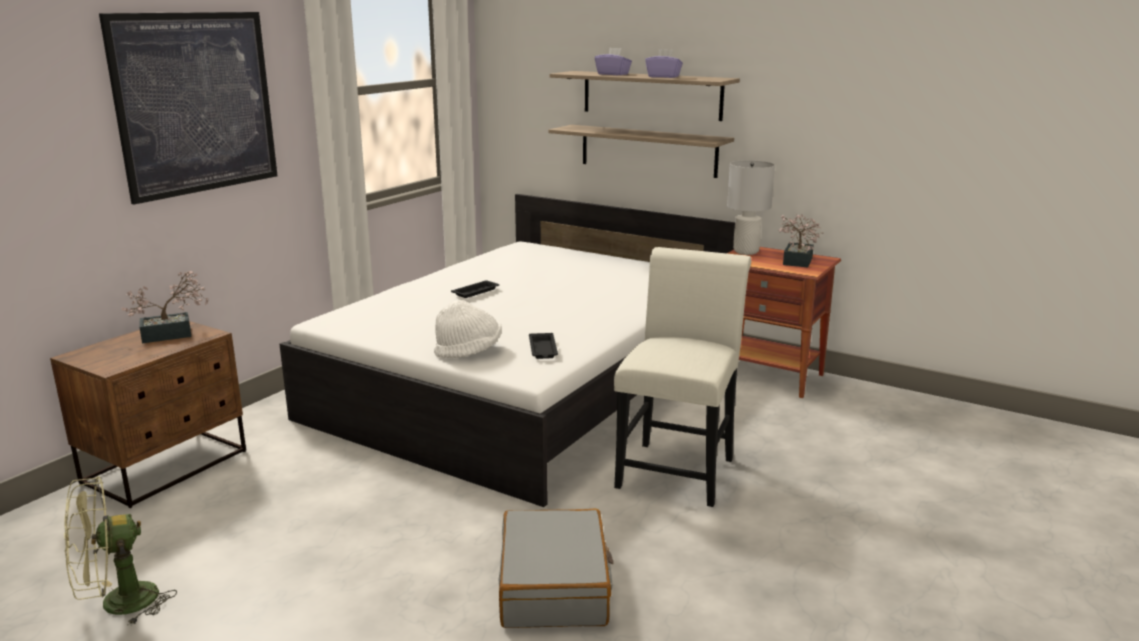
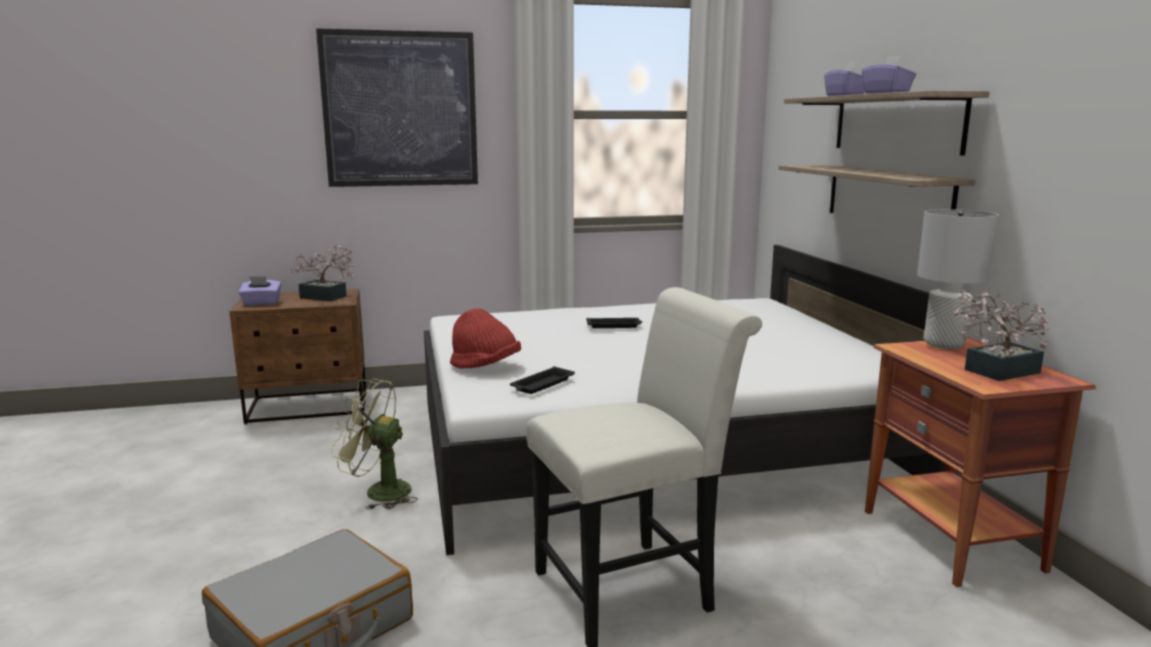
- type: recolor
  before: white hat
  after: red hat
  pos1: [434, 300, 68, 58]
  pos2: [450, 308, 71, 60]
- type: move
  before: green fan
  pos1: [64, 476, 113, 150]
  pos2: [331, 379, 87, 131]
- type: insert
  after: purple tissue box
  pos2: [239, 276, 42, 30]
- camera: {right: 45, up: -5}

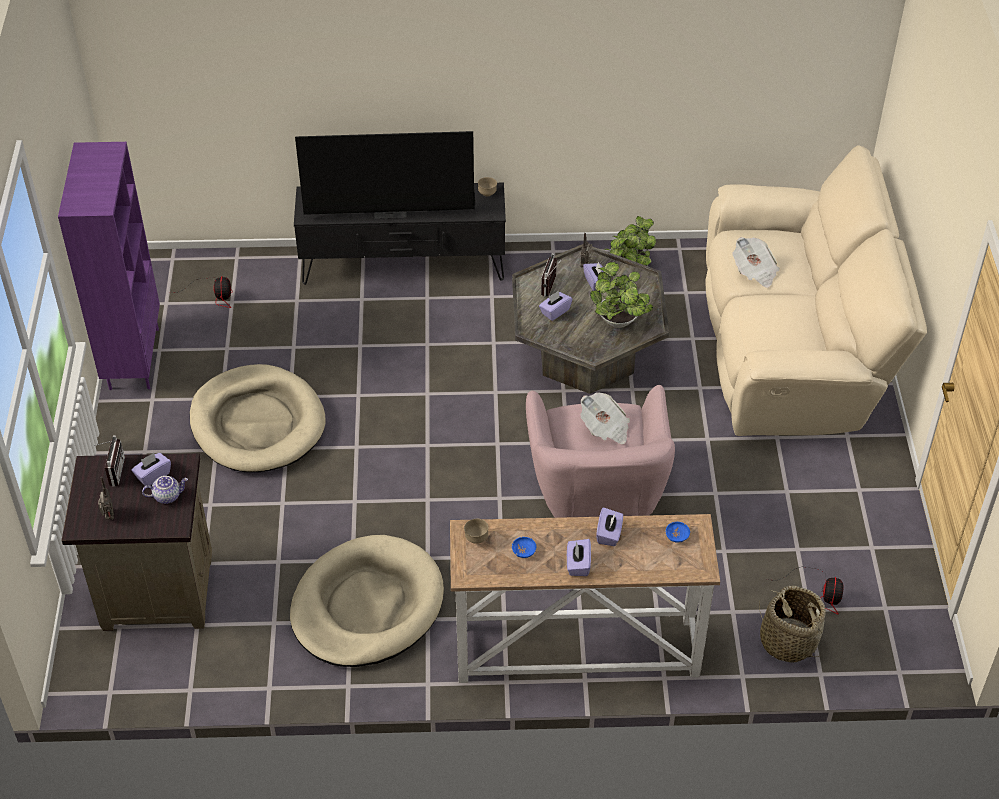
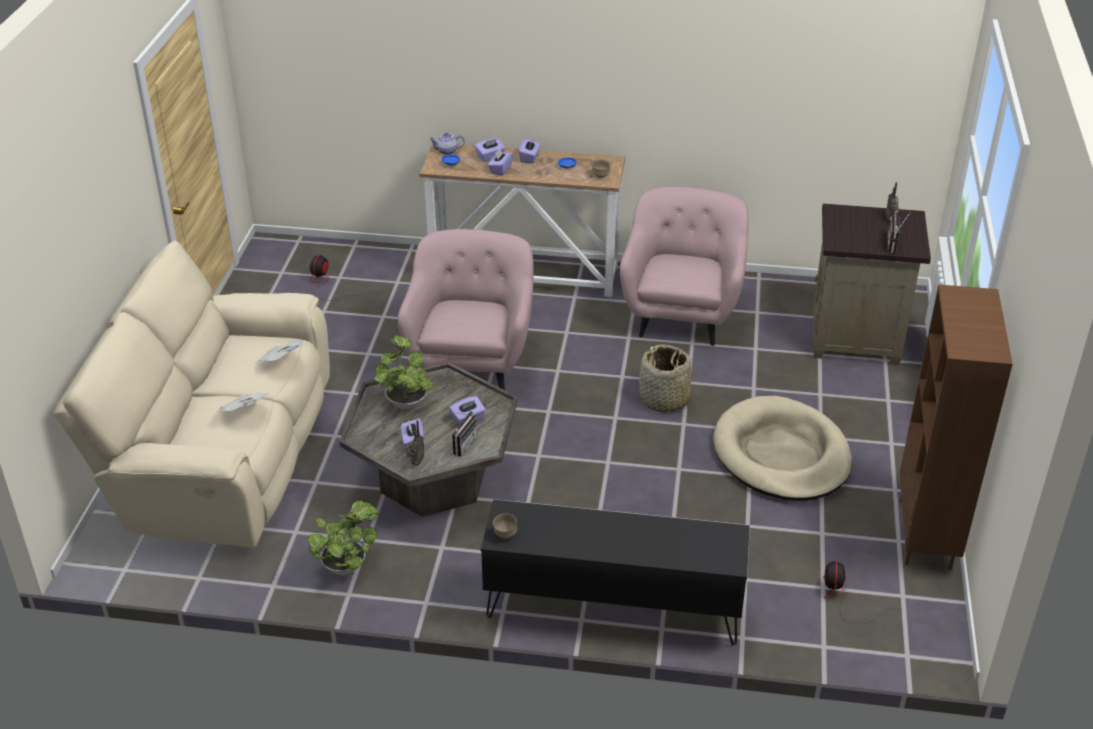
- type: delete
  before: television
  pos1: [295, 131, 180, 88]
- type: recolor
  before: purple bookcase
  after: brown bookcase
  pos1: [58, 142, 102, 248]
  pos2: [900, 285, 113, 285]
- type: move
  before: newspaper
  pos1: [580, 392, 50, 52]
  pos2: [256, 340, 49, 22]
- type: move
  before: purple tissue box
  pos1: [132, 453, 39, 33]
  pos2: [475, 138, 30, 24]
- type: move
  before: teapot
  pos1: [142, 476, 46, 28]
  pos2: [429, 132, 36, 23]
- type: replace
  before: beige dog bed
  after: pink armchair
  pos1: [290, 535, 154, 132]
  pos2: [620, 186, 129, 160]
- type: move
  before: basket
  pos1: [759, 586, 67, 77]
  pos2: [639, 344, 52, 68]
- camera: {right: -170, up: -10}

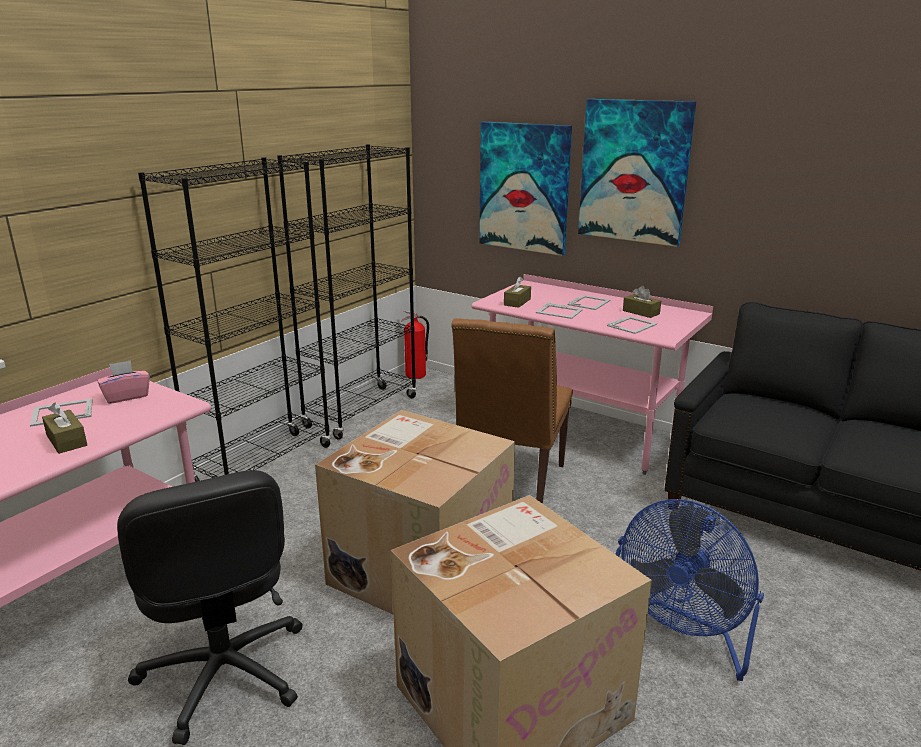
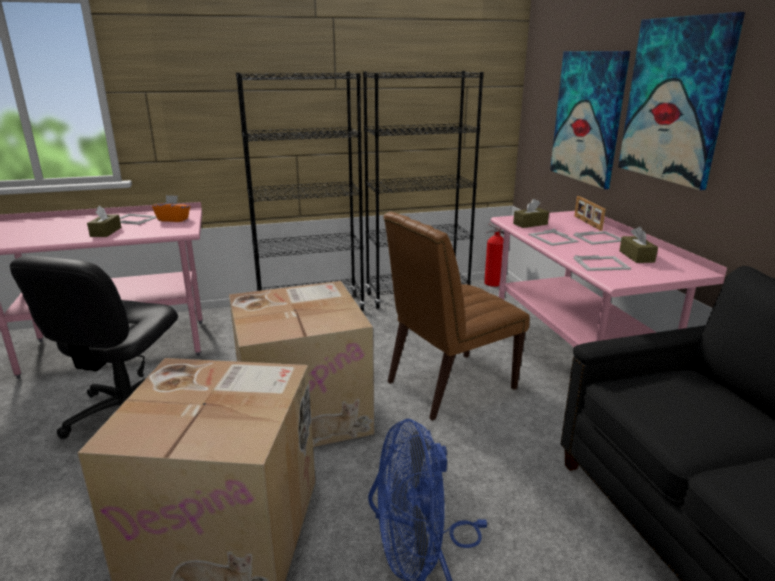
- type: recolor
  before: pink tissue box
  after: orange tissue box
  pos1: [98, 360, 52, 44]
  pos2: [152, 195, 38, 27]
- type: insert
  after: picture frame
  pos2: [574, 196, 32, 35]
- camera: {right: 40, up: 0}

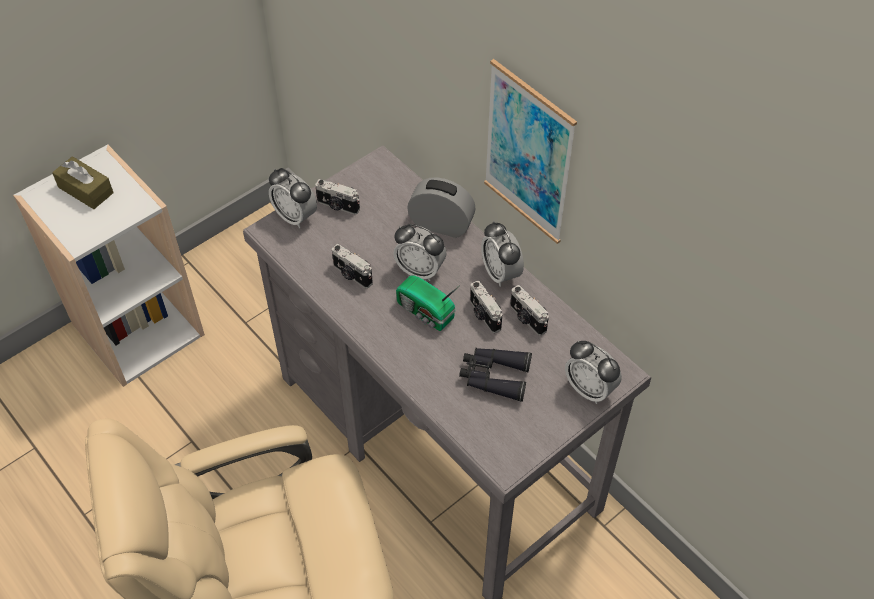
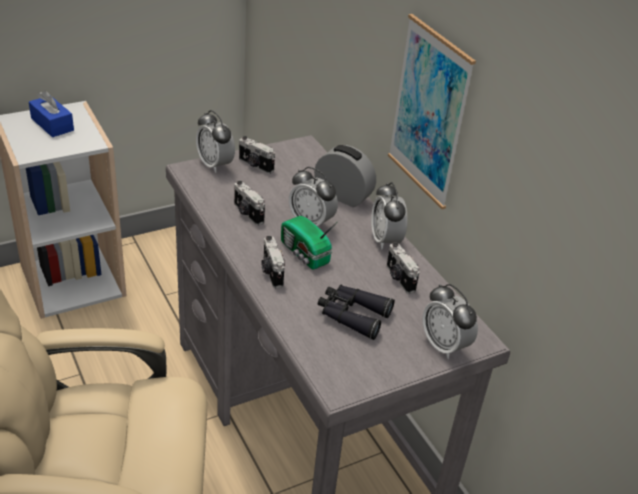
- type: recolor
  before: brown tissue box
  after: blue tissue box
  pos1: [52, 156, 62, 53]
  pos2: [29, 90, 45, 47]
- type: move
  before: photo camera
  pos1: [470, 281, 32, 52]
  pos2: [262, 236, 23, 52]
- camera: {right: 10, up: -15}

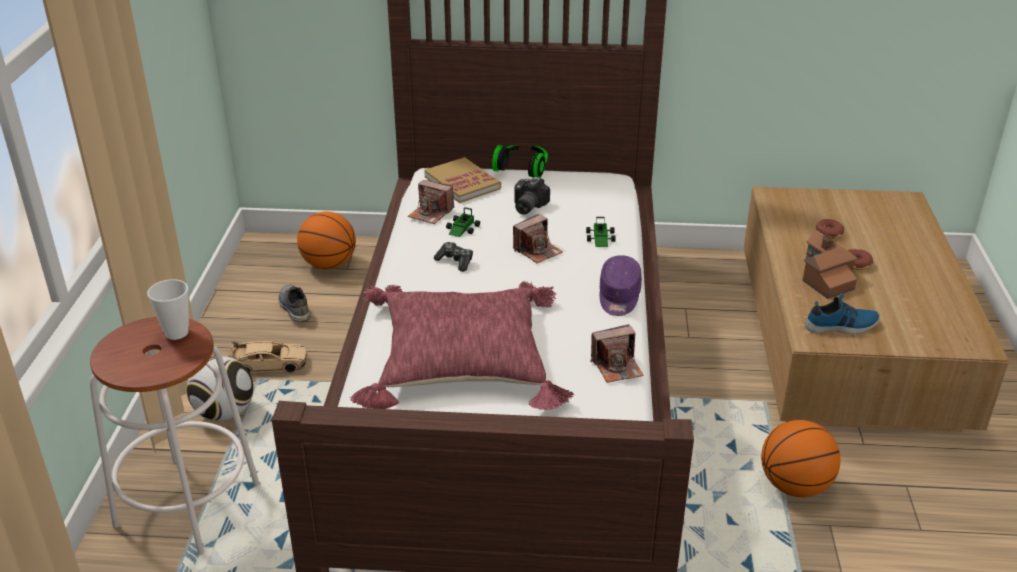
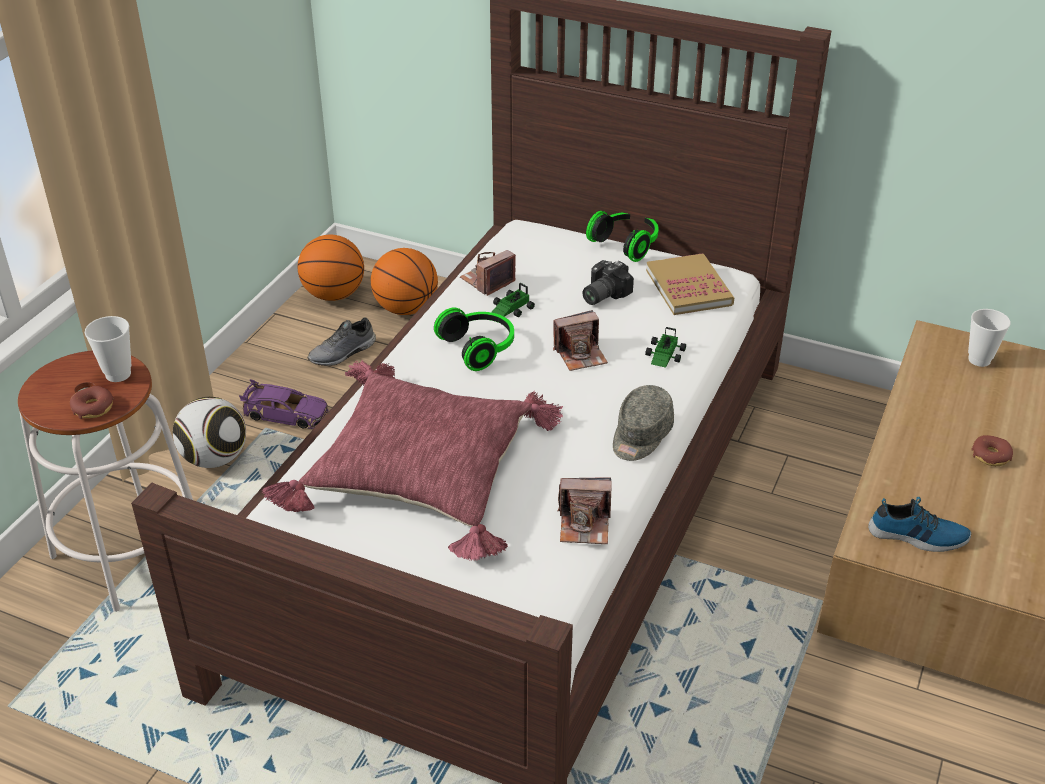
- type: move
  before: book
  pos1: [424, 157, 77, 46]
  pos2: [646, 253, 88, 62]
- type: rotate
  before: photo camera
  pos1: [408, 180, 46, 44]
  pos2: [460, 250, 56, 46]
  turn: 90
- type: move
  before: donut
  pos1: [816, 219, 28, 20]
  pos2: [70, 386, 44, 33]
- type: delete
  before: toy house
  pos1: [802, 230, 55, 69]
- type: replace
  before: game controller
  after: headphones
  pos1: [434, 242, 39, 30]
  pos2: [434, 307, 80, 64]
- type: recolor
  before: purple cap
  after: grey cap
  pos1: [599, 255, 43, 61]
  pos2: [613, 385, 61, 76]
- type: rotate
  before: grey shoe
  pos1: [278, 285, 33, 37]
  pos2: [307, 317, 69, 49]
  turn: -120
- type: recolor
  before: beige toy car
  after: purple toy car
  pos1: [228, 341, 80, 32]
  pos2: [239, 379, 90, 50]
- type: move
  before: basketball
  pos1: [761, 420, 79, 77]
  pos2: [298, 235, 66, 66]
- type: insert
  after: cup
  pos2: [968, 309, 43, 58]
- camera: {right: 20, up: 5}

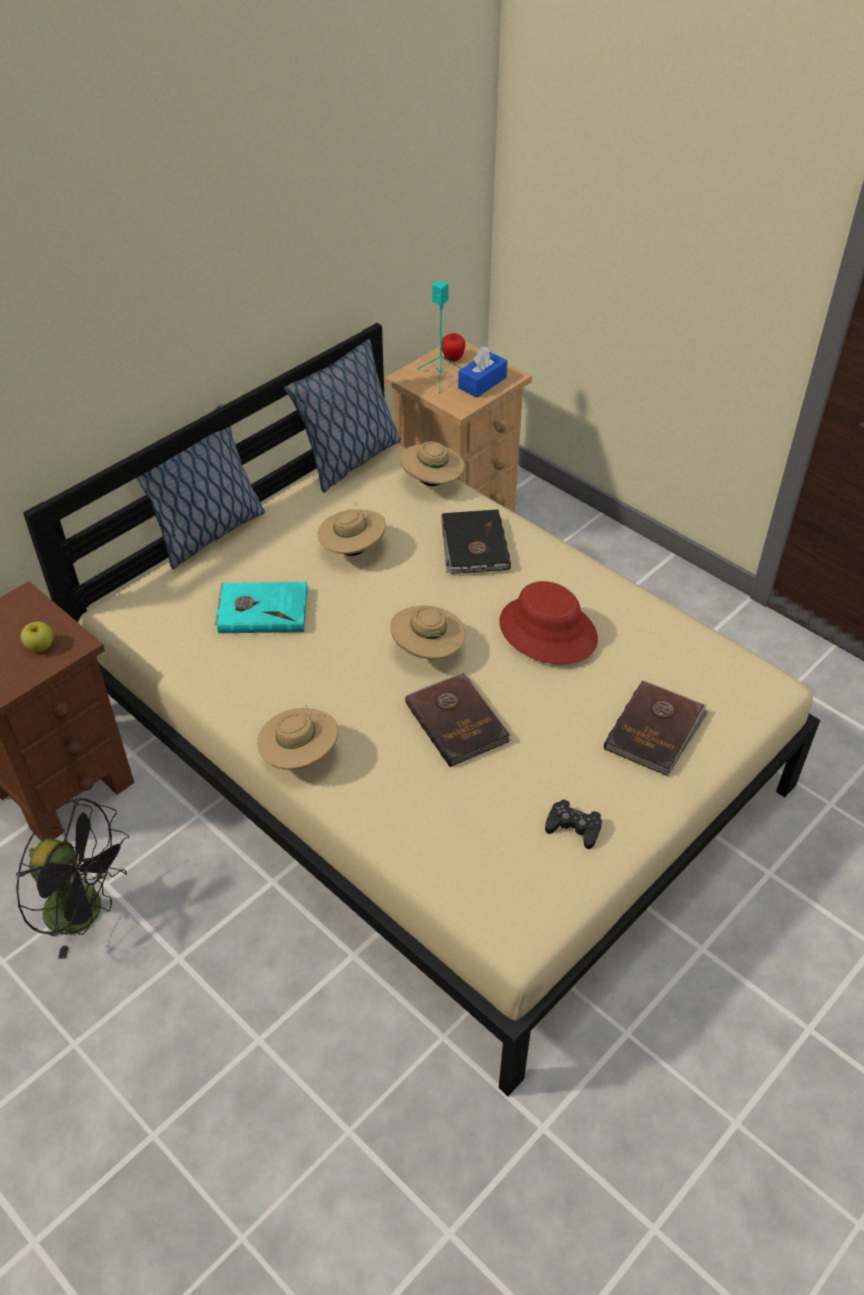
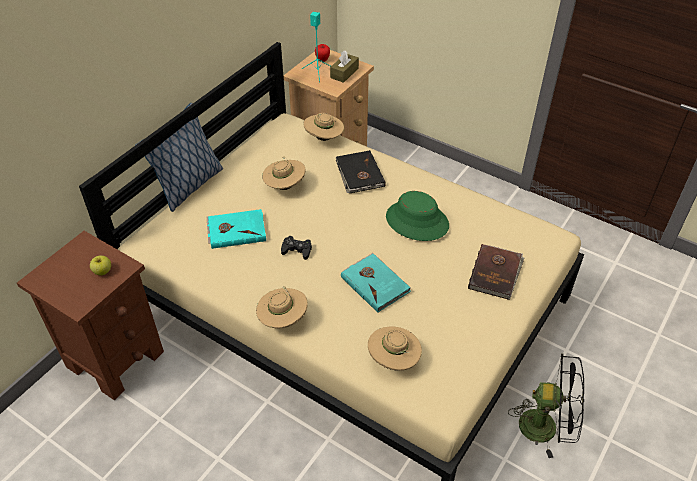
- type: delete
  before: pillow
  pos1: [284, 339, 117, 154]
- type: recolor
  before: blue tissue box
  after: brown tissue box
  pos1: [458, 347, 49, 51]
  pos2: [330, 51, 29, 32]
- type: recolor
  before: red hat
  after: green hat
  pos1: [499, 581, 99, 83]
  pos2: [386, 191, 63, 50]
- type: move
  before: beige hat
  pos1: [390, 606, 75, 53]
  pos2: [368, 327, 54, 44]
- type: recolor
  before: brown book
  after: turquoise book
  pos1: [405, 672, 105, 95]
  pos2: [341, 253, 70, 60]
- type: move
  before: black fan
  pos1: [16, 797, 113, 162]
  pos2: [508, 353, 76, 105]
- type: move
  before: black game controller
  pos1: [545, 799, 57, 50]
  pos2: [281, 236, 31, 24]
- camera: {right: -10, up: 0}

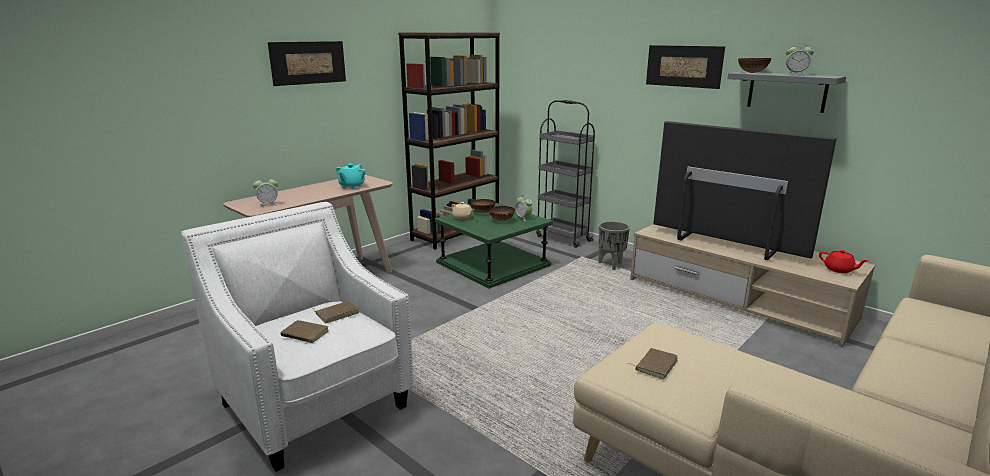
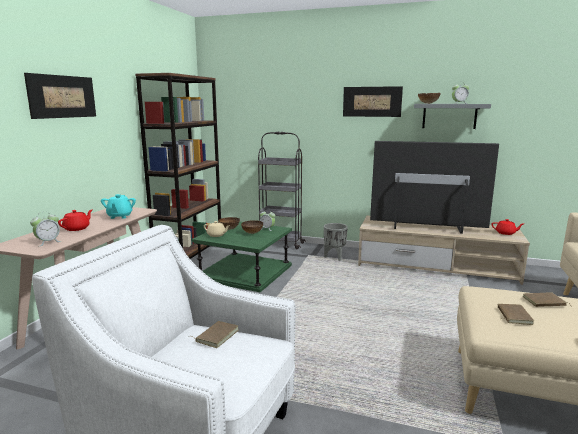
- type: move
  before: brown book
  pos1: [280, 320, 49, 25]
  pos2: [523, 292, 49, 15]
- type: insert
  after: red teapot
  pos2: [58, 210, 34, 21]
- camera: {right: -25, up: -5}

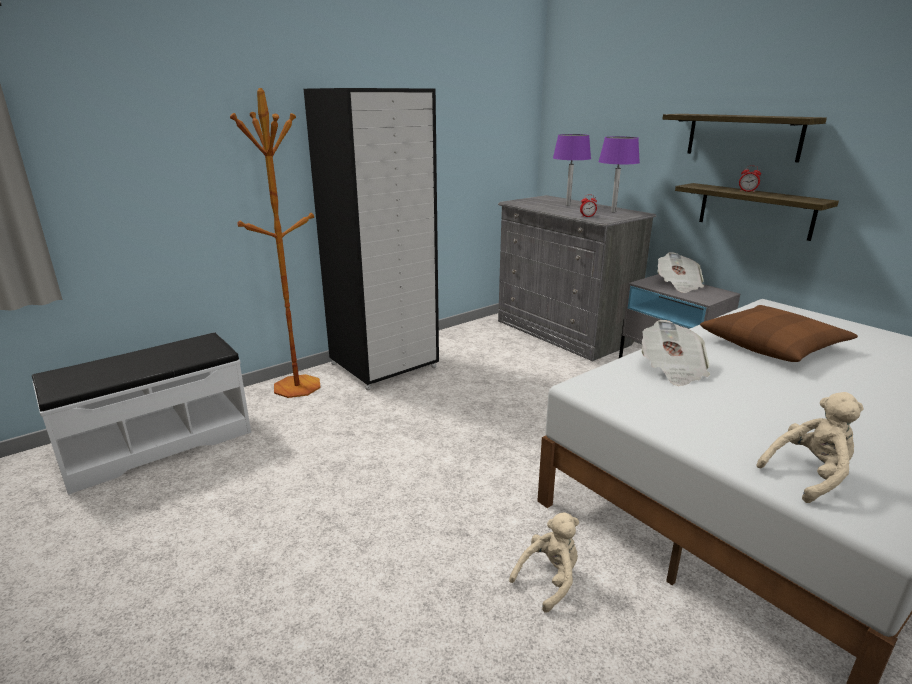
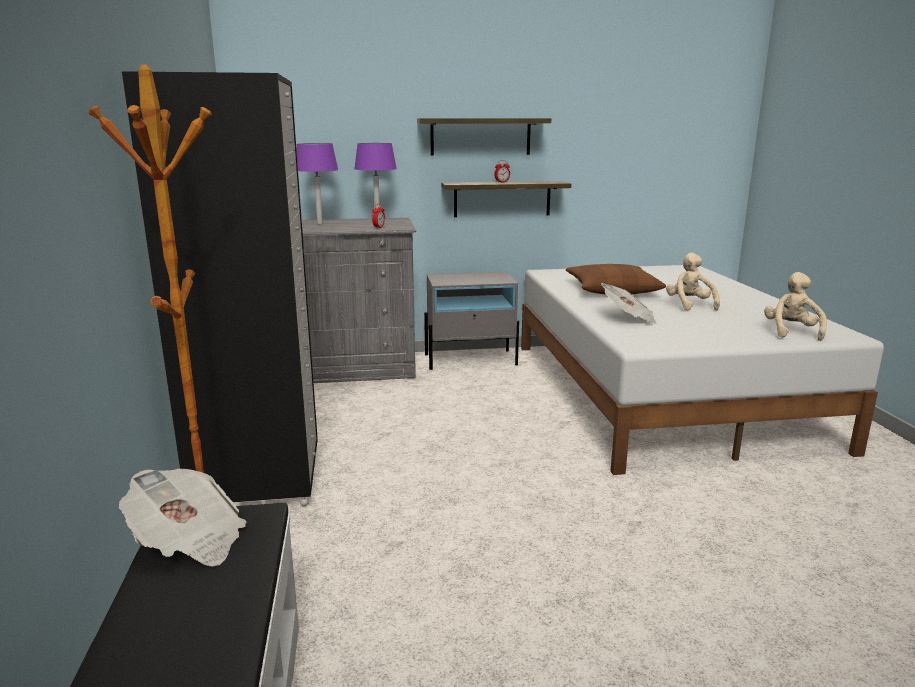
- type: move
  before: newspaper
  pos1: [657, 252, 47, 41]
  pos2: [119, 469, 128, 98]
- type: move
  before: beige plush toy
  pos1: [509, 512, 70, 101]
  pos2: [666, 253, 54, 58]
- camera: {right: -60, up: -5}

